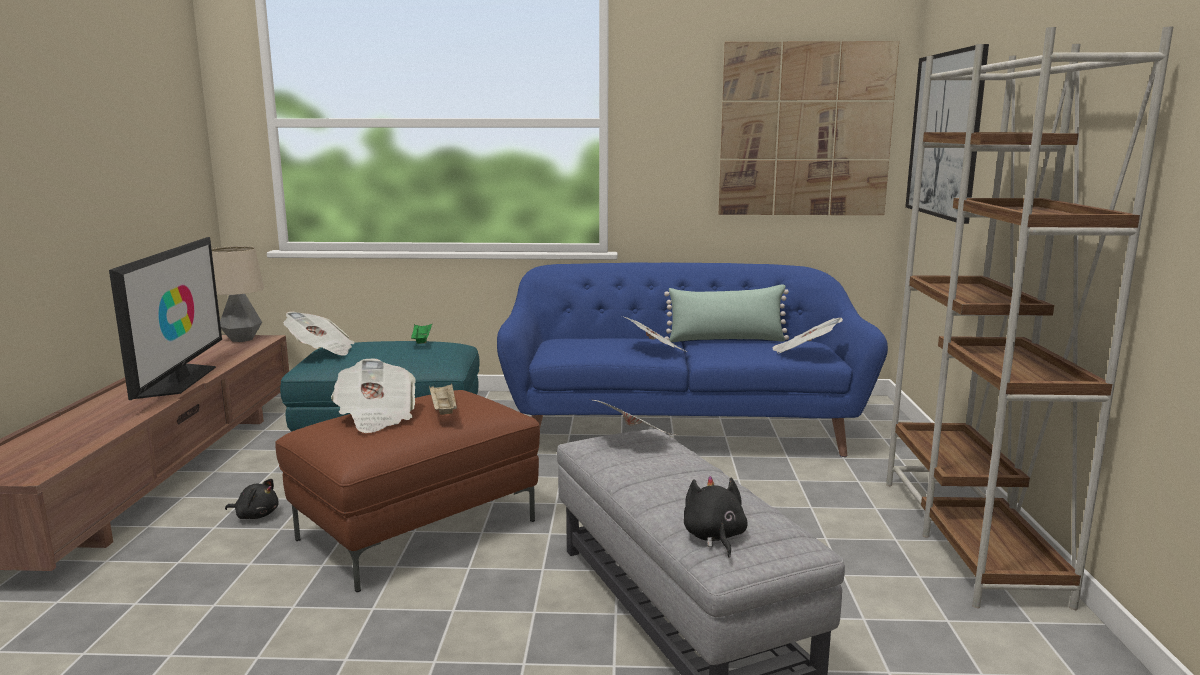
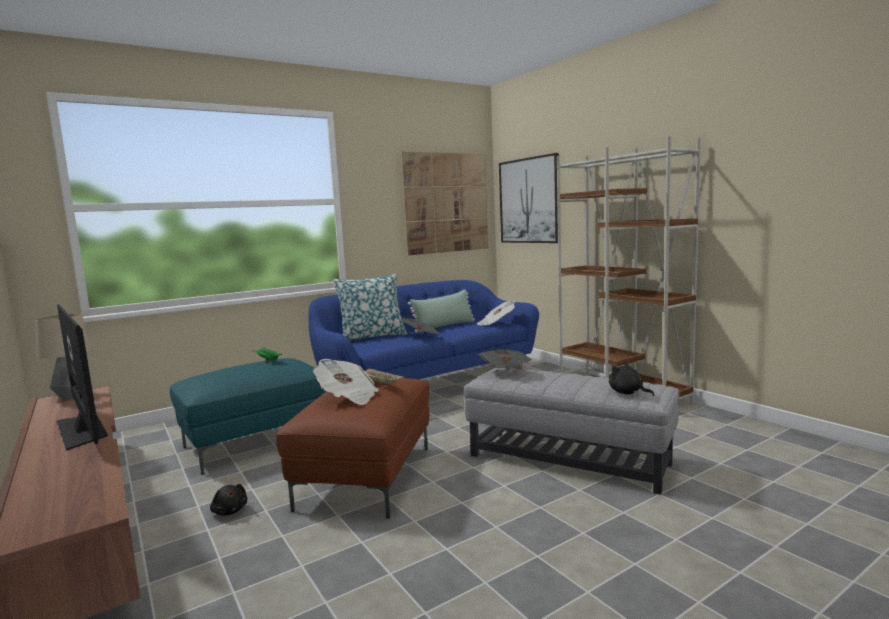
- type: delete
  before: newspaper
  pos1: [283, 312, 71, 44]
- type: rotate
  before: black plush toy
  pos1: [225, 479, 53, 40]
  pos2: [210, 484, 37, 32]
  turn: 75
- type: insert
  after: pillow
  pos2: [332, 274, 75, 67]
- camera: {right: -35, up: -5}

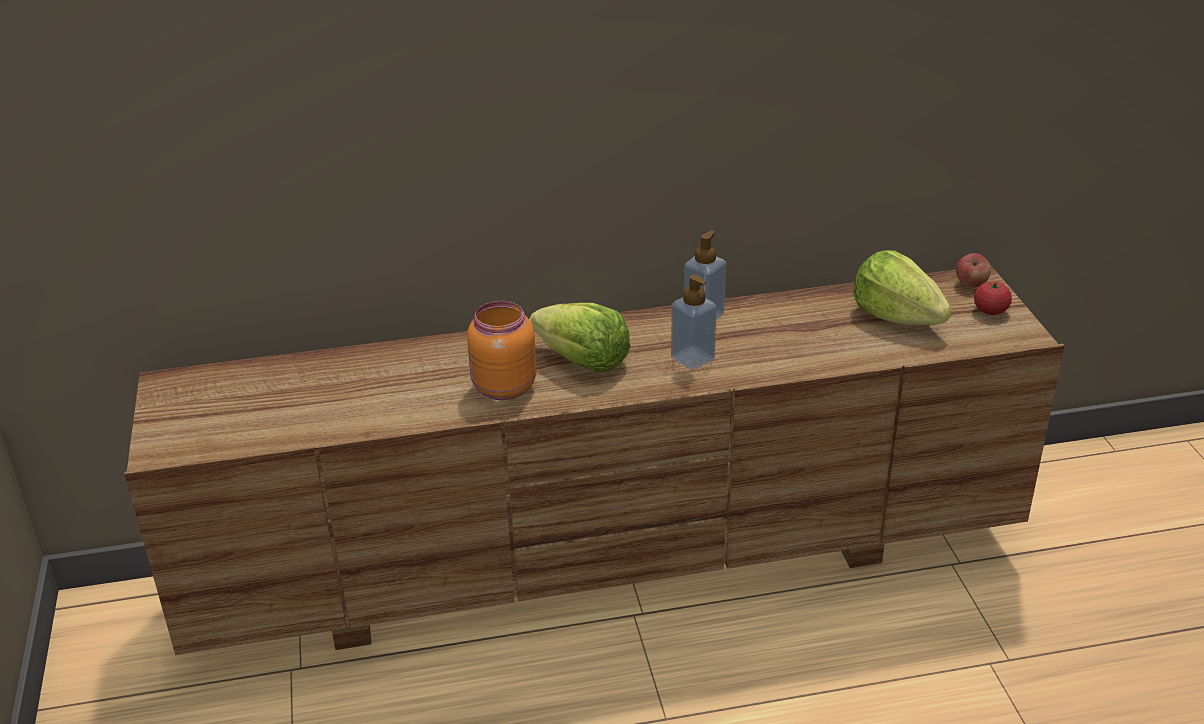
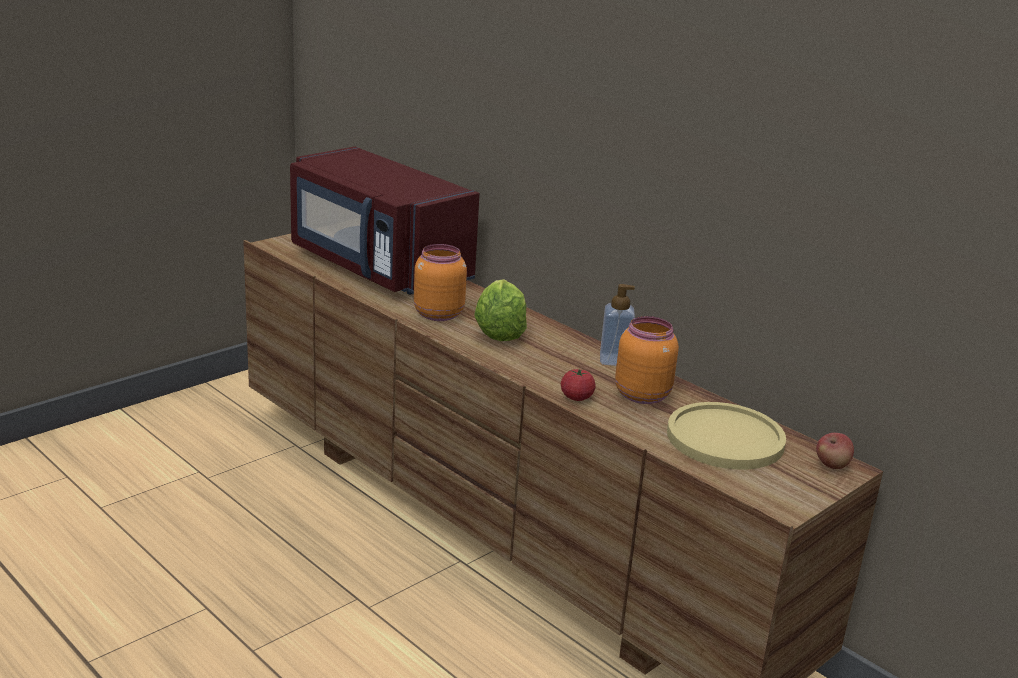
- type: replace
  before: lettuce
  after: yellow plate
  pos1: [853, 250, 99, 75]
  pos2: [667, 402, 119, 67]
- type: delete
  before: soap dispenser
  pos1: [671, 275, 46, 95]
- type: move
  before: tomato
  pos1: [974, 281, 38, 34]
  pos2: [561, 369, 35, 32]
- type: insert
  after: red microwave
  pos2: [290, 147, 190, 148]
- type: insert
  after: orange jar
  pos2: [615, 316, 64, 88]
- camera: {right: 55, up: -10}

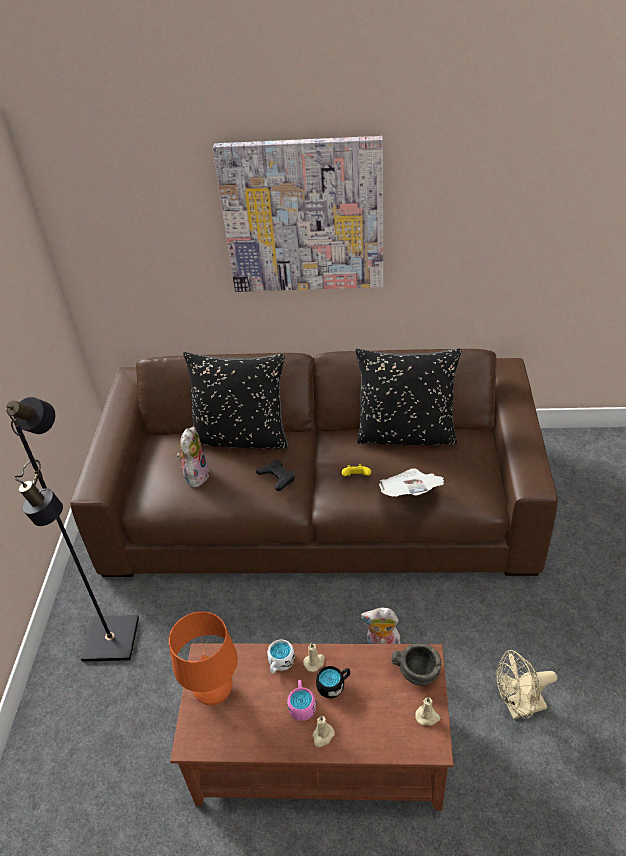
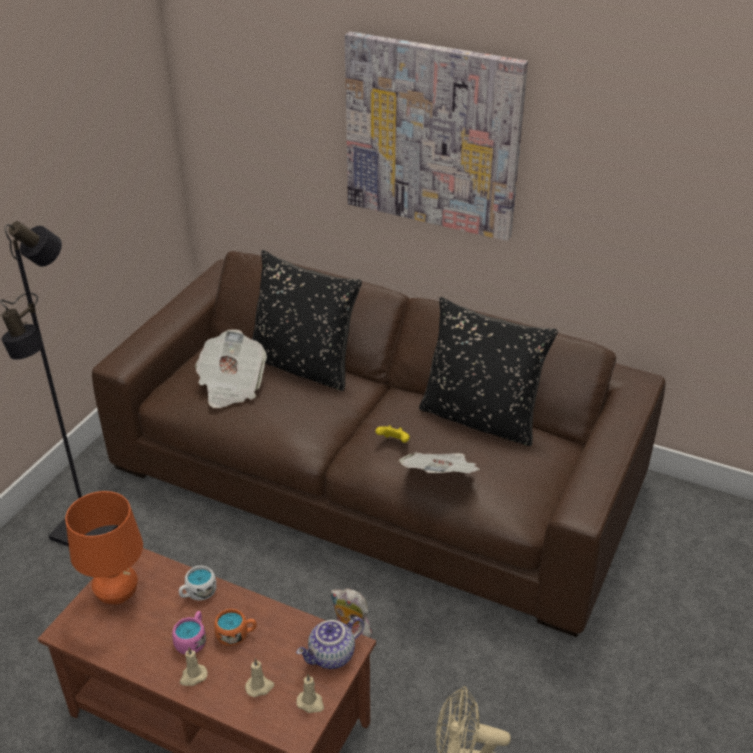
- type: replace
  before: plush toy
  after: newspaper
  pos1: [177, 427, 32, 61]
  pos2: [195, 329, 72, 79]
- type: delete
  before: black game controller
  pos1: [256, 460, 39, 31]
- type: move
  before: beige candle
  pos1: [303, 643, 22, 29]
  pos2: [245, 658, 29, 39]
- type: replace
  before: grey bowl
  after: teapot
  pos1: [391, 644, 50, 42]
  pos2: [296, 616, 68, 53]
- type: recolor
  before: black mug
  after: orange mug
  pos1: [316, 666, 34, 32]
  pos2: [214, 609, 43, 37]
- camera: {right: 20, up: -5}

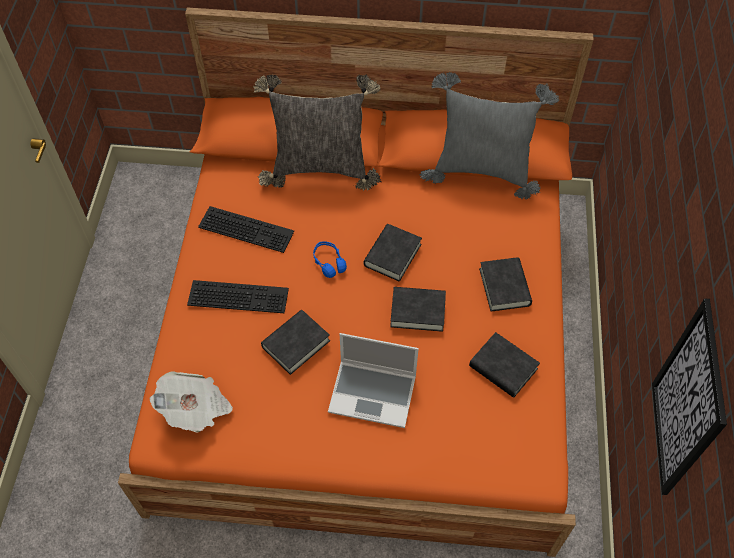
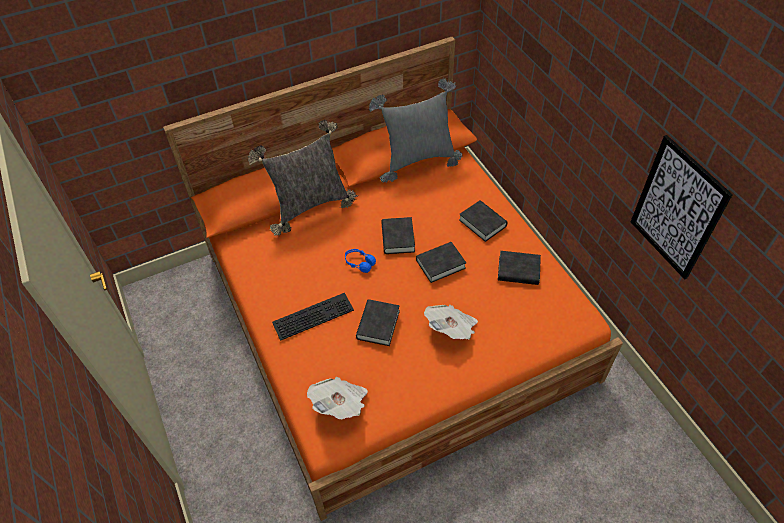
- type: delete
  before: keyboard
  pos1: [198, 206, 96, 47]
- type: replace
  before: laptop
  after: newspaper
  pos1: [328, 333, 91, 95]
  pos2: [424, 305, 54, 34]
- camera: {right: -30, up: -5}

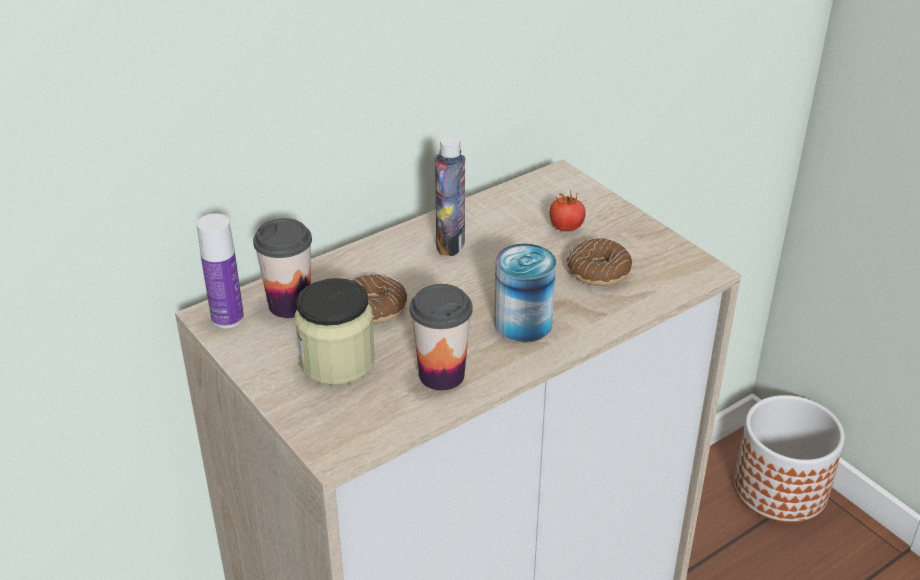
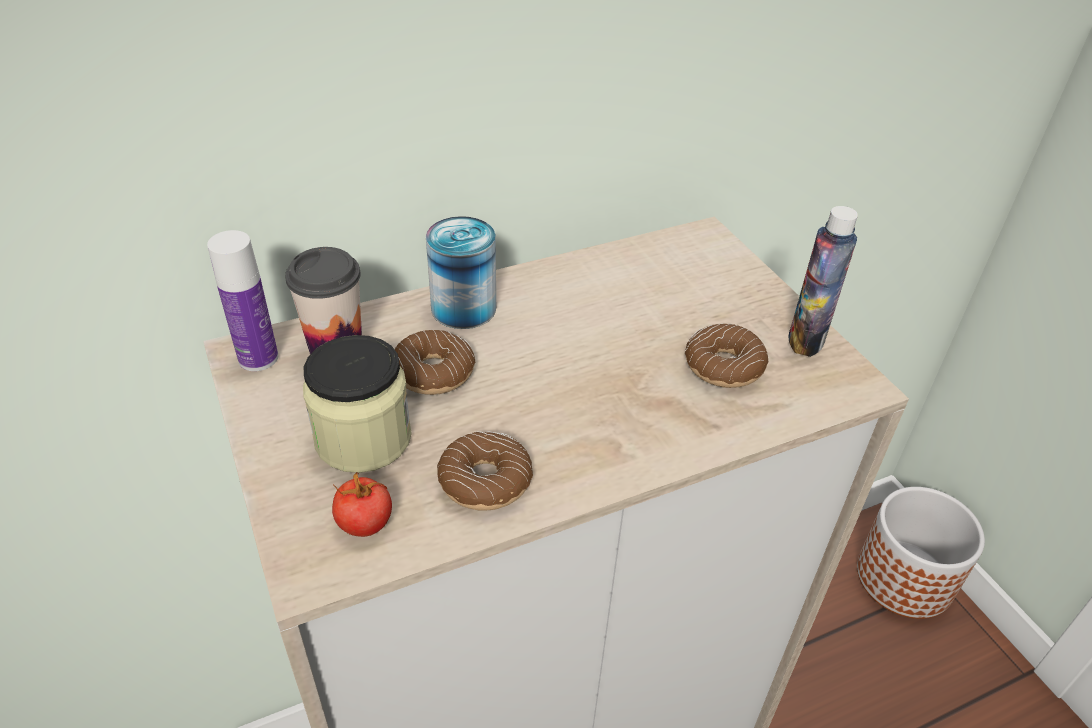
- type: move
  before: bottle
  pos1: [435, 136, 30, 120]
  pos2: [789, 206, 69, 151]
- type: move
  before: tomato
  pos1: [550, 190, 36, 42]
  pos2: [332, 472, 60, 65]
- type: move
  before: can
  pos1: [494, 244, 62, 99]
  pos2: [426, 216, 70, 113]
- type: replace
  before: cup
  after: donut
  pos1: [410, 284, 63, 107]
  pos2: [437, 431, 96, 80]
- camera: {right: 10, up: 5}

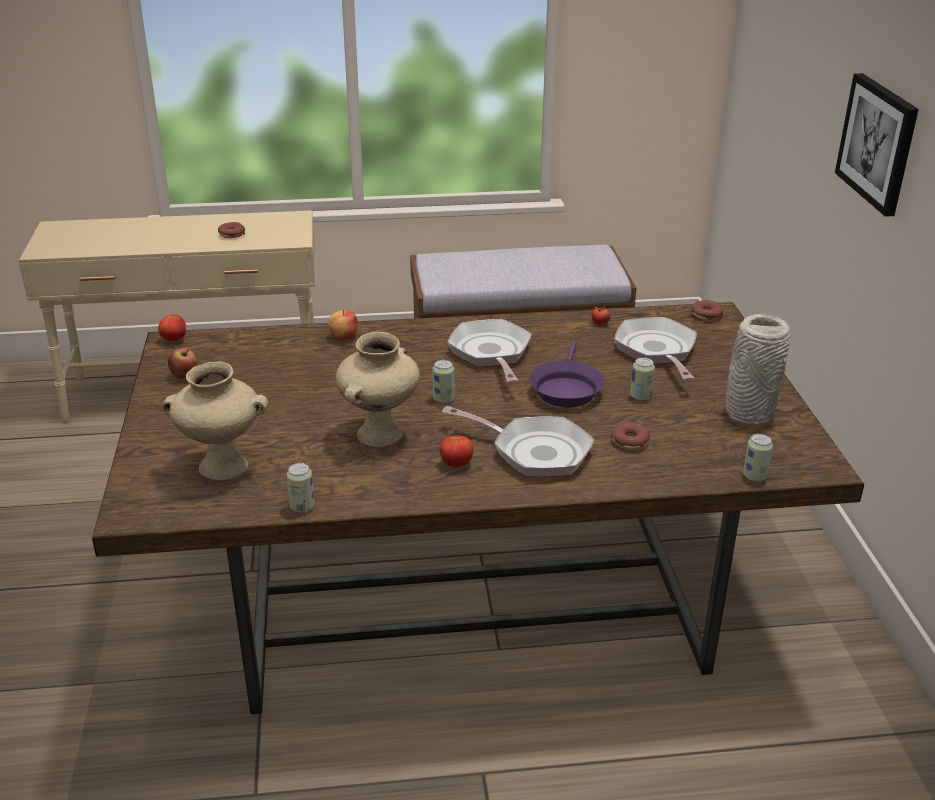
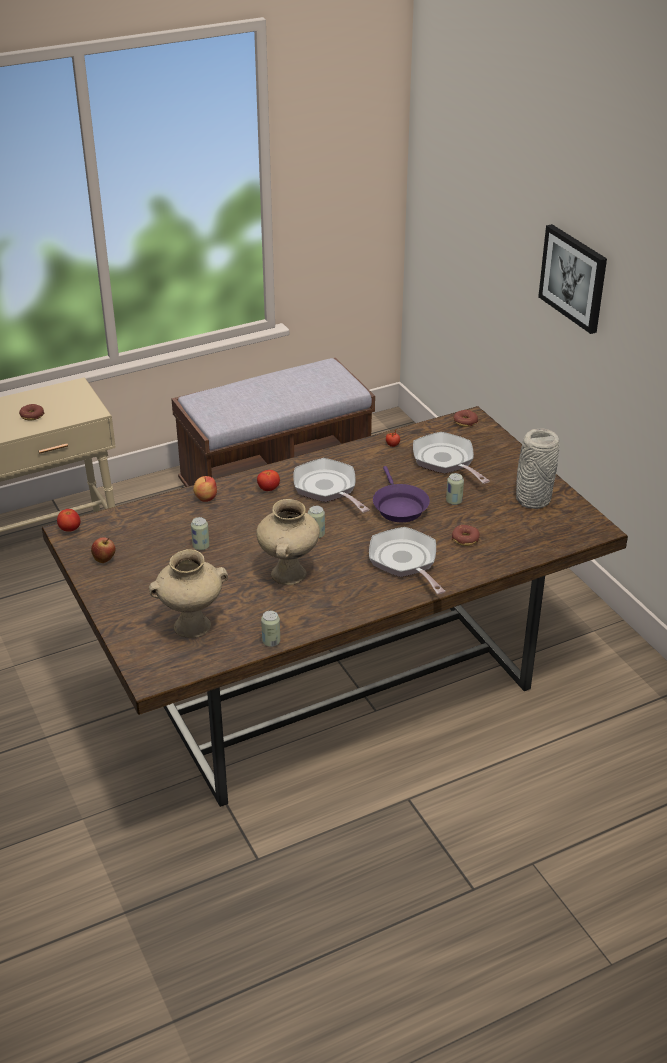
- type: rotate
  before: frying pan
  pos1: [442, 406, 152, 71]
  pos2: [369, 527, 77, 67]
  turn: -120
- type: move
  before: can
  pos1: [743, 434, 30, 48]
  pos2: [191, 517, 18, 33]
- type: move
  before: tomato
  pos1: [440, 435, 33, 32]
  pos2: [257, 470, 23, 21]
- camera: {right: -20, up: 5}

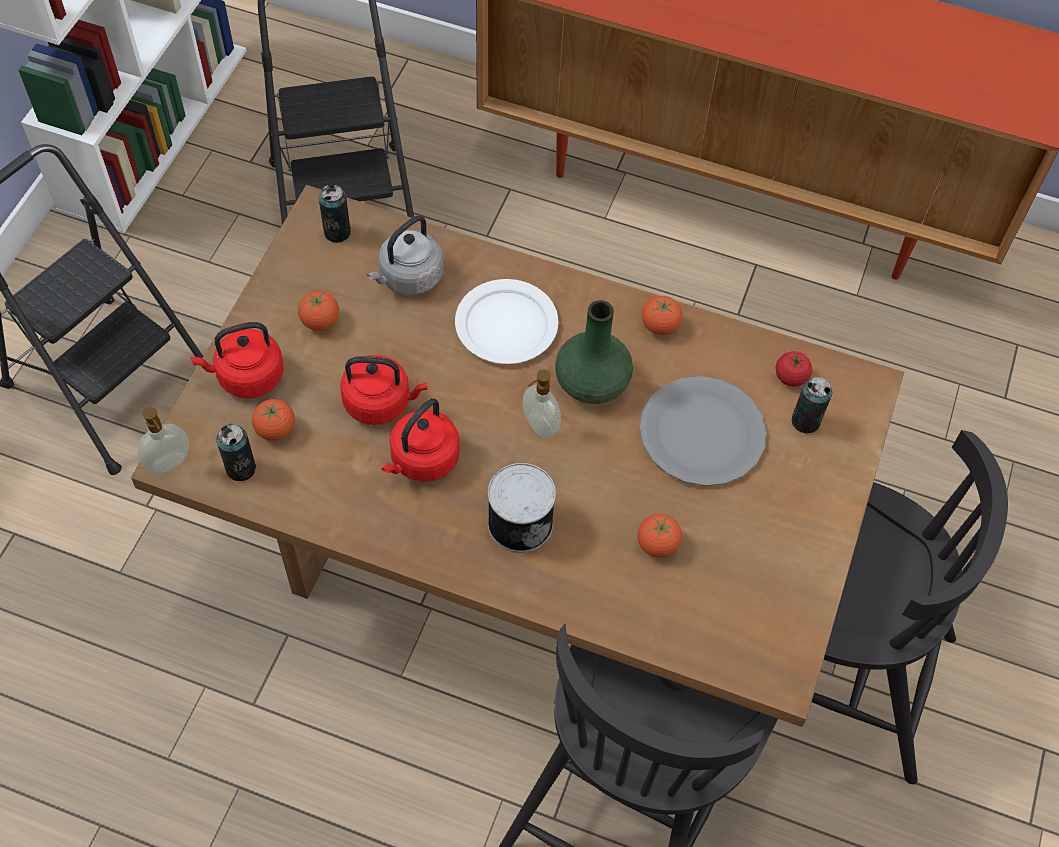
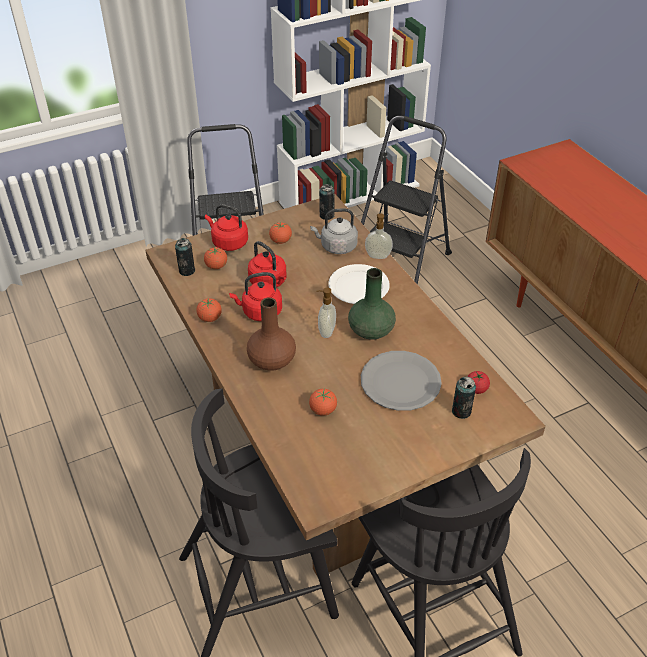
- type: move
  before: tomato
  pos1: [642, 296, 40, 39]
  pos2: [196, 298, 26, 24]
- type: move
  before: soap dispenser
  pos1: [137, 407, 52, 66]
  pos2: [365, 213, 28, 46]
- type: replace
  before: can
  after: brown vase
  pos1: [488, 463, 68, 90]
  pos2: [247, 297, 49, 74]
- camera: {right: 45, up: -15}

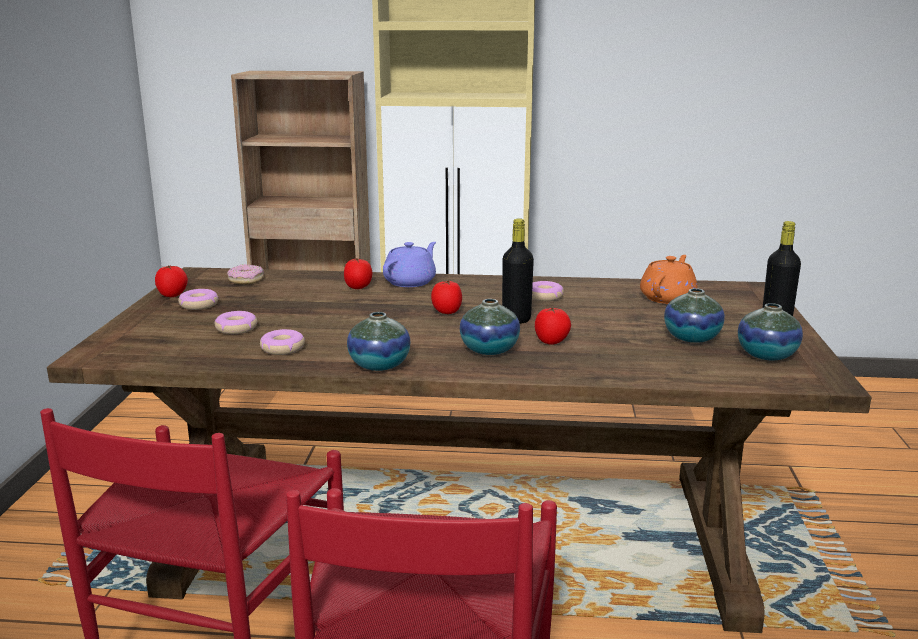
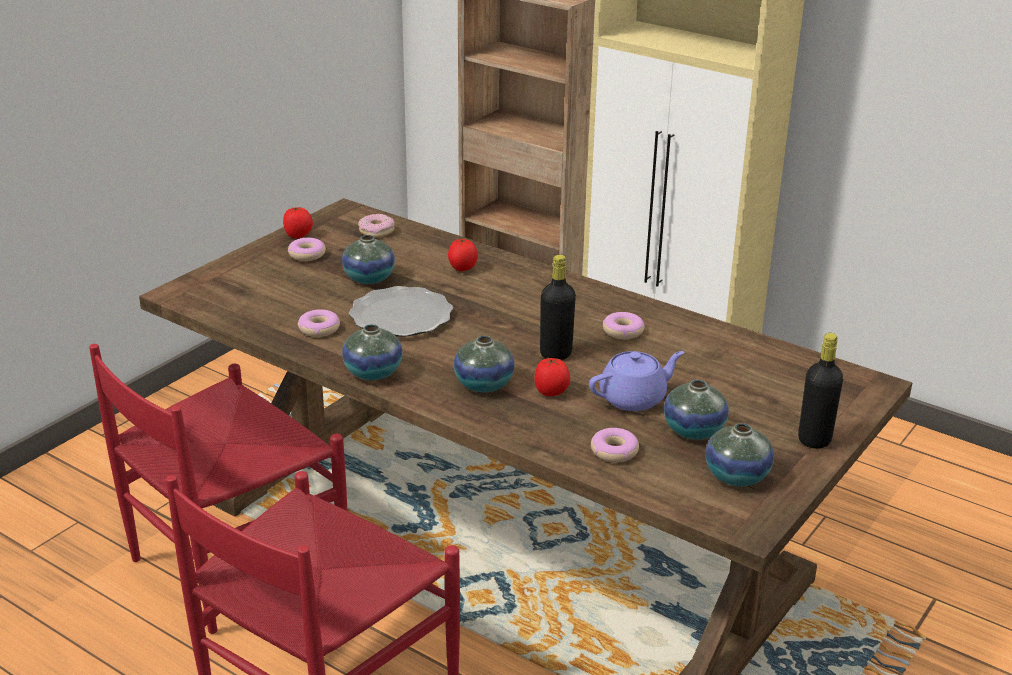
- type: move
  before: purple teapot
  pos1: [383, 242, 53, 45]
  pos2: [589, 351, 95, 60]
- type: delete
  before: orange teapot
  pos1: [640, 255, 57, 49]
- type: delete
  before: tomato
  pos1: [431, 280, 31, 34]
- type: move
  before: donut
  pos1: [214, 311, 43, 23]
  pos2: [591, 428, 48, 35]
- type: insert
  after: vase
  pos2: [342, 235, 53, 49]
- type: insert
  after: plate
  pos2: [349, 286, 104, 51]
- camera: {right: 30, up: 10}

